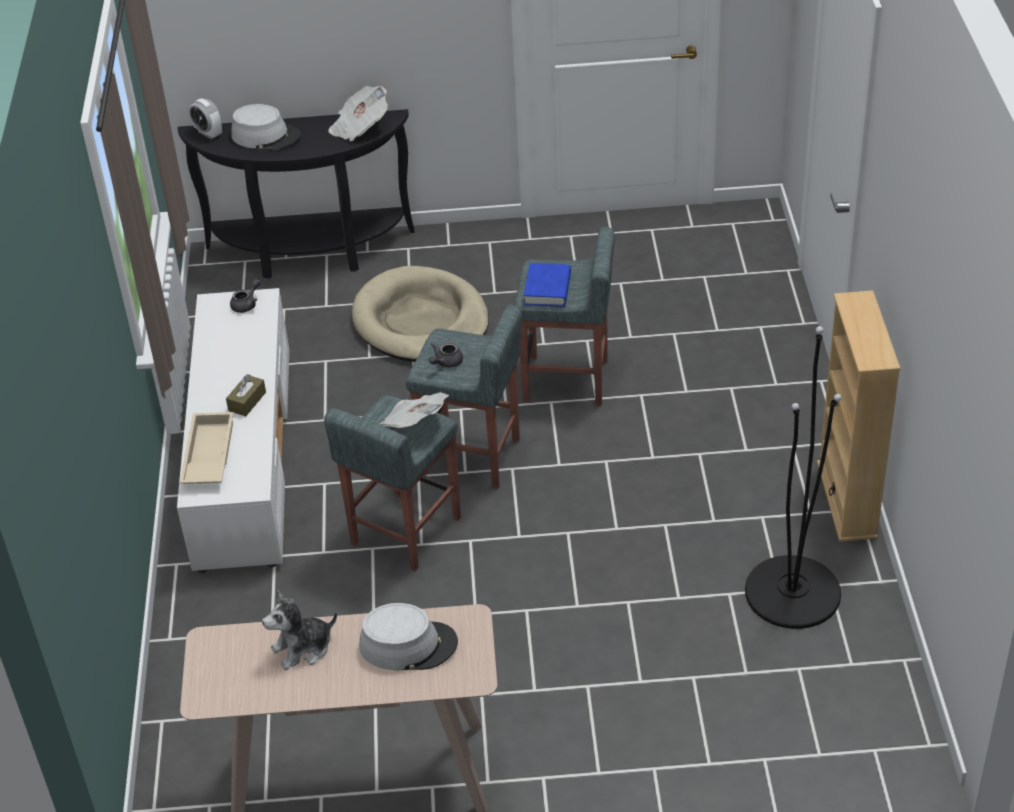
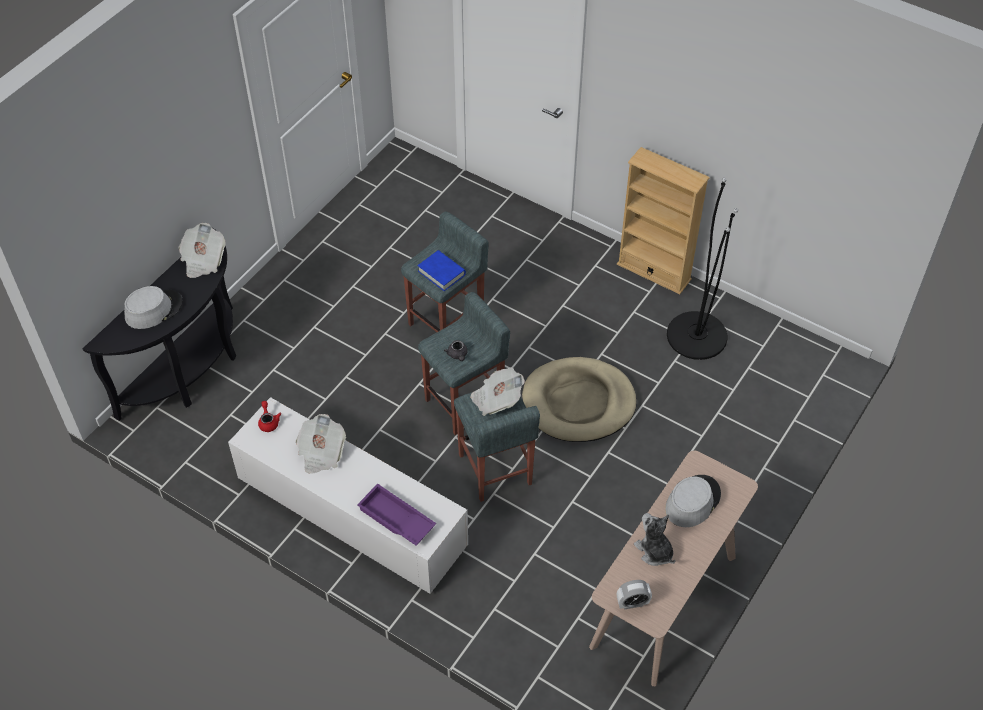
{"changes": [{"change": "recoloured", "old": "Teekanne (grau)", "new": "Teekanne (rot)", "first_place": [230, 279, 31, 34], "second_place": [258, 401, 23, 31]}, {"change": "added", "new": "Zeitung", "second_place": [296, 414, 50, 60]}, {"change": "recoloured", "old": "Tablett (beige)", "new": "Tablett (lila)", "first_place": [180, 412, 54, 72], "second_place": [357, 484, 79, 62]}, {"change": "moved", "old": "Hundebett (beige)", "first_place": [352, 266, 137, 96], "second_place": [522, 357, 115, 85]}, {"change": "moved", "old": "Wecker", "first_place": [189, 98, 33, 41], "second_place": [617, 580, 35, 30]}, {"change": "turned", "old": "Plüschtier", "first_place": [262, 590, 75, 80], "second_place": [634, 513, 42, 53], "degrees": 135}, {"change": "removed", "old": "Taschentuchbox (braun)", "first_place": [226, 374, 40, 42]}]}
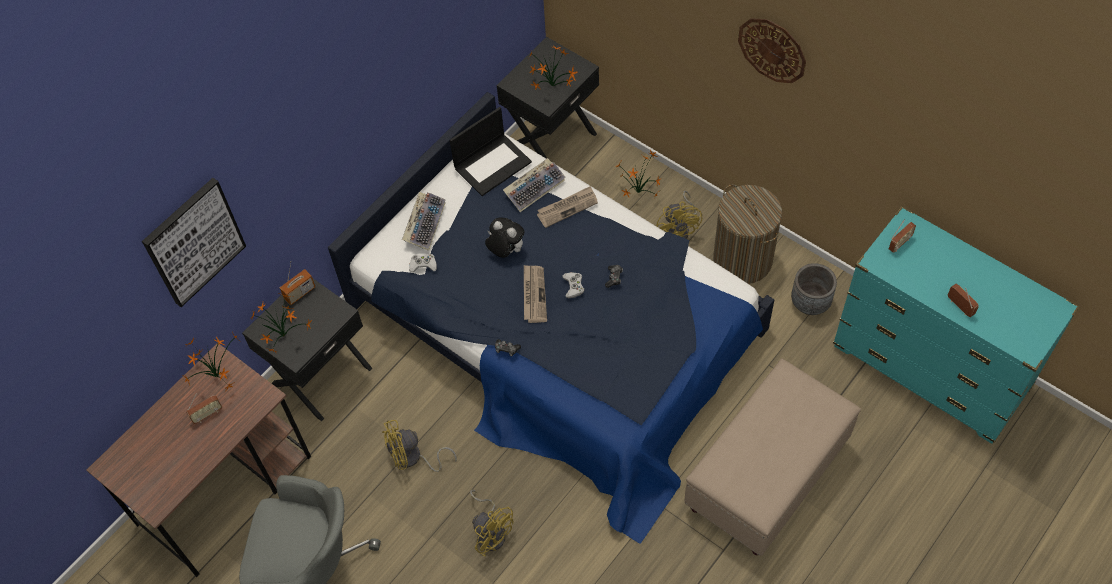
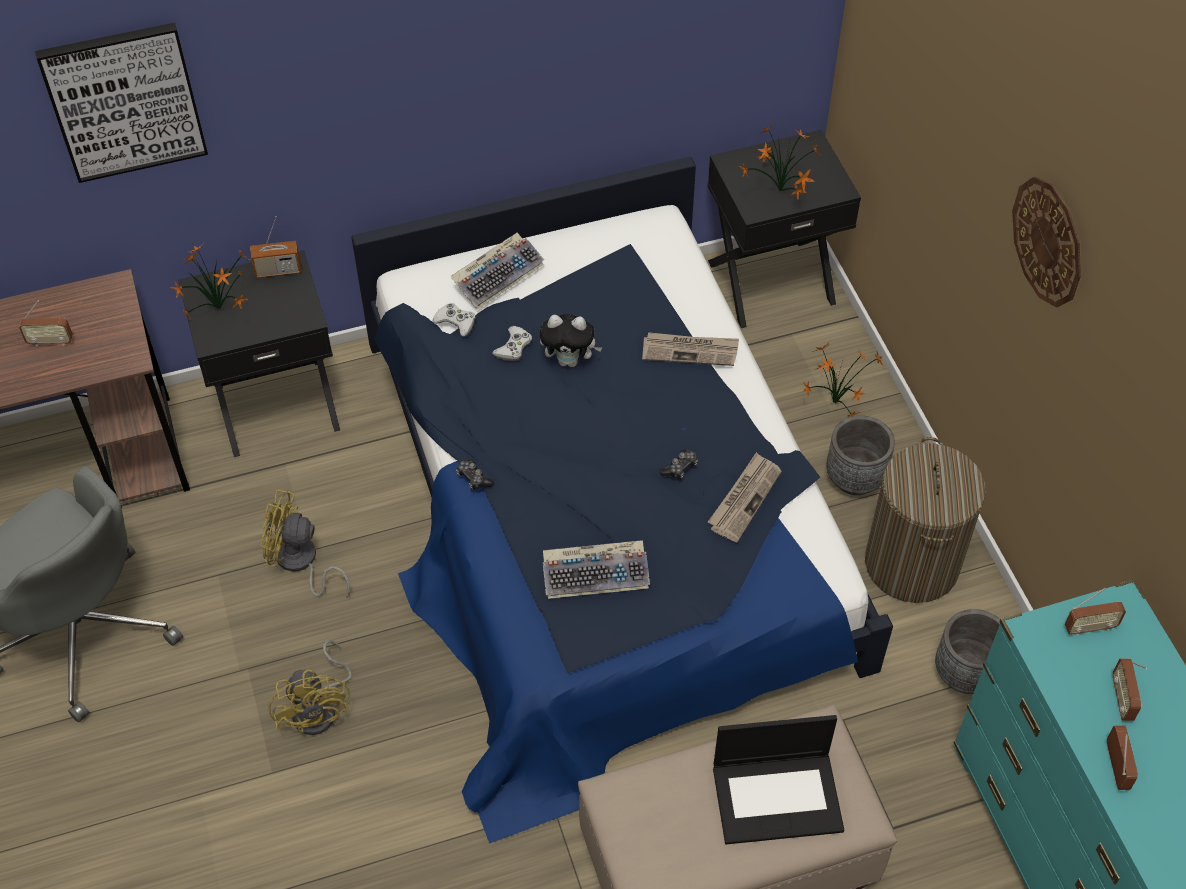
{"changes": [{"change": "moved", "old": "Gamepad (weiß)", "first_place": [562, 272, 22, 26], "second_place": [492, 326, 40, 35]}, {"change": "turned", "old": "Plüschtier", "first_place": [485, 218, 39, 40], "second_place": [540, 314, 62, 53], "degrees": 120}, {"change": "moved", "old": "Tastatur", "first_place": [503, 158, 63, 54], "second_place": [543, 541, 107, 58]}, {"change": "moved", "old": "Zeitung", "first_place": [524, 265, 23, 58], "second_place": [708, 452, 74, 90]}, {"change": "moved", "old": "Laptop", "first_place": [450, 107, 82, 89], "second_place": [713, 715, 131, 129]}, {"change": "replaced", "old": "Ventilator (gelb)", "new": "Pflanzkübel (grau)", "first_place": [656, 191, 46, 48], "second_place": [826, 415, 69, 80]}, {"change": "added", "new": "Radio", "second_place": [1113, 659, 34, 62]}, {"change": "removed", "old": "Topfpflanze", "first_place": [183, 332, 55, 59]}]}
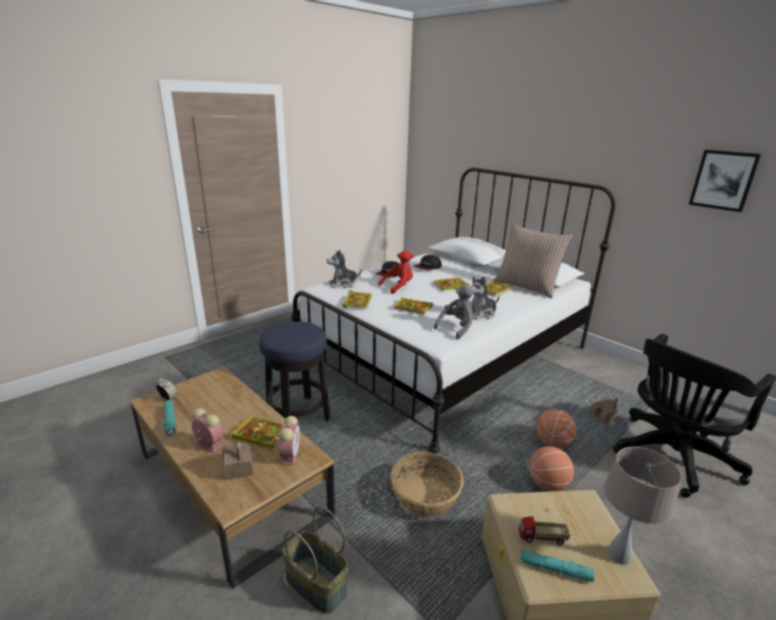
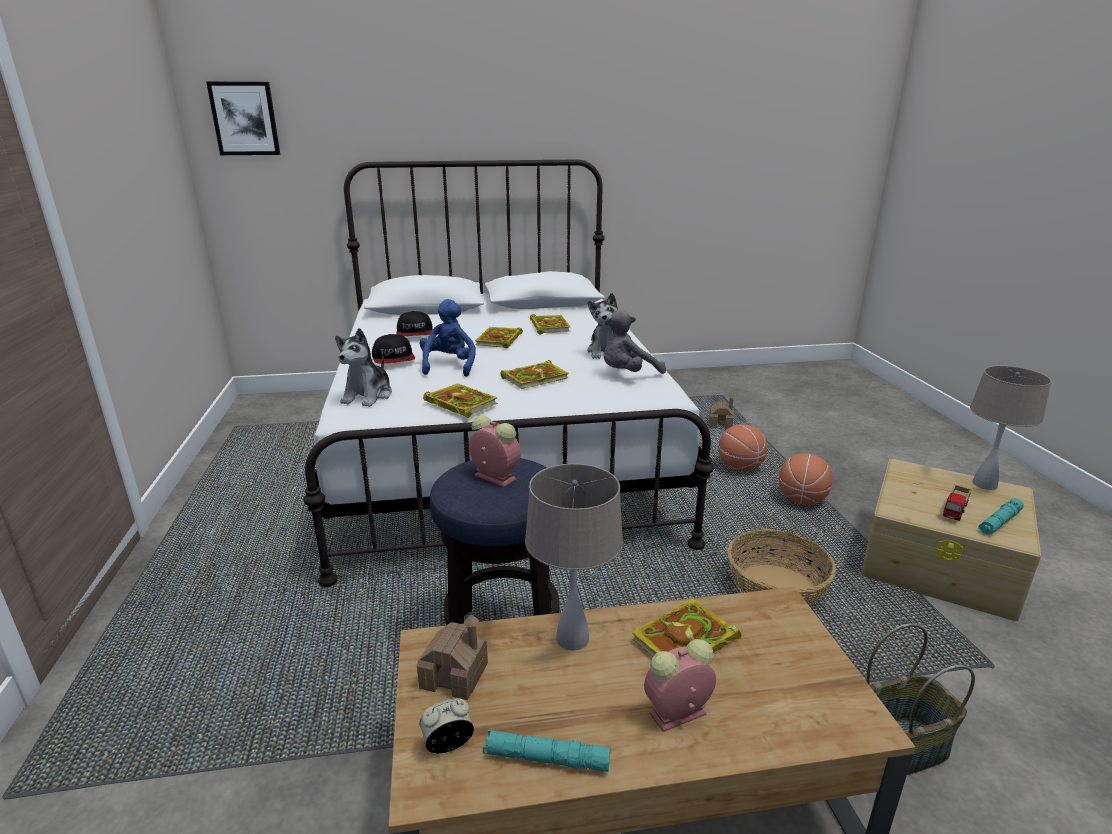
{"changes": [{"change": "moved", "old": "Bild", "first_place": [689, 150, 73, 62], "second_place": [206, 82, 74, 73]}, {"change": "moved", "old": "Spielzeughaus", "first_place": [222, 441, 31, 39], "second_place": [417, 614, 71, 86]}, {"change": "recoloured", "old": "Plüschtier (rot)", "new": "Plüschtier (blau)", "first_place": [378, 250, 36, 44], "second_place": [420, 299, 56, 78]}, {"change": "moved", "old": "Wecker", "first_place": [278, 416, 22, 49], "second_place": [469, 415, 52, 72]}, {"change": "added", "new": "Tischlampe (beige)", "second_place": [525, 464, 98, 187]}, {"change": "turned", "old": "Plüschtier (grau)", "first_place": [434, 284, 39, 55], "second_place": [604, 310, 62, 64], "degrees": -105}, {"change": "removed", "old": "Kissen", "first_place": [494, 223, 79, 75]}, {"change": "removed", "old": "Bürostuhl (schwarz)", "first_place": [613, 334, 163, 164]}]}
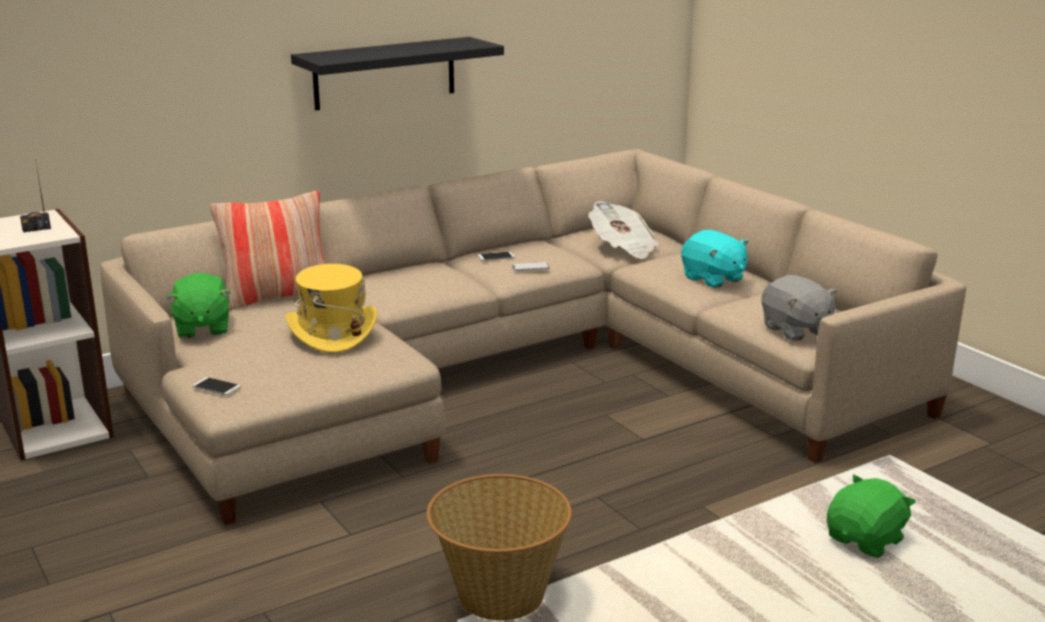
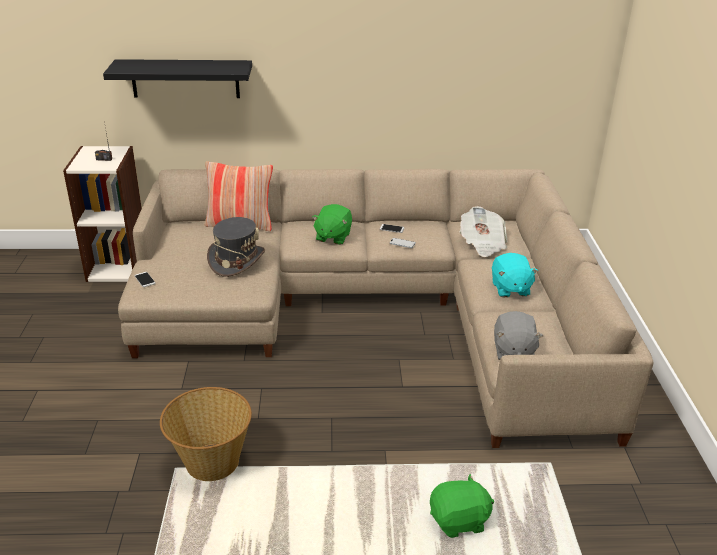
{"changes": [{"change": "moved", "old": "Wandregal (schwarz)", "first_place": [291, 37, 213, 73], "second_place": [103, 59, 149, 39]}, {"change": "recoloured", "old": "Hut (gelb)", "new": "Hut (grau)", "first_place": [285, 264, 92, 89], "second_place": [207, 217, 58, 60]}, {"change": "moved", "old": "Plüschtier (grün)", "first_place": [166, 273, 65, 65], "second_place": [312, 204, 40, 41]}]}
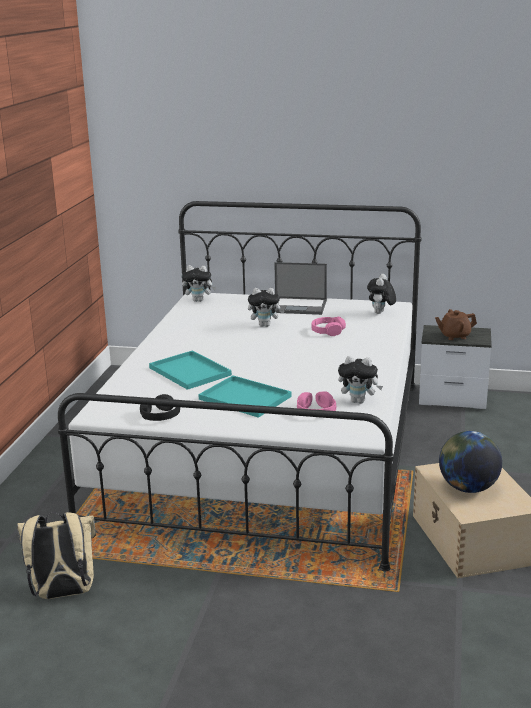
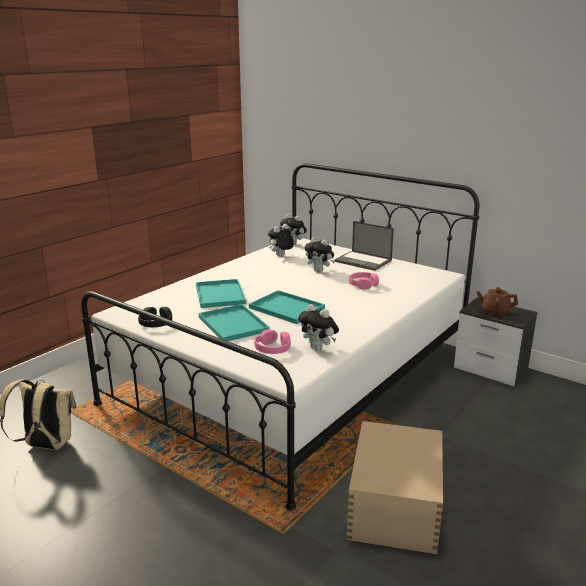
{"changes": [{"change": "added", "new": "Tablett (türkis)", "second_place": [249, 290, 76, 34]}, {"change": "moved", "old": "Plüschtier", "first_place": [367, 274, 29, 40], "second_place": [268, 224, 26, 32]}, {"change": "removed", "old": "Globus", "first_place": [439, 431, 63, 62]}]}
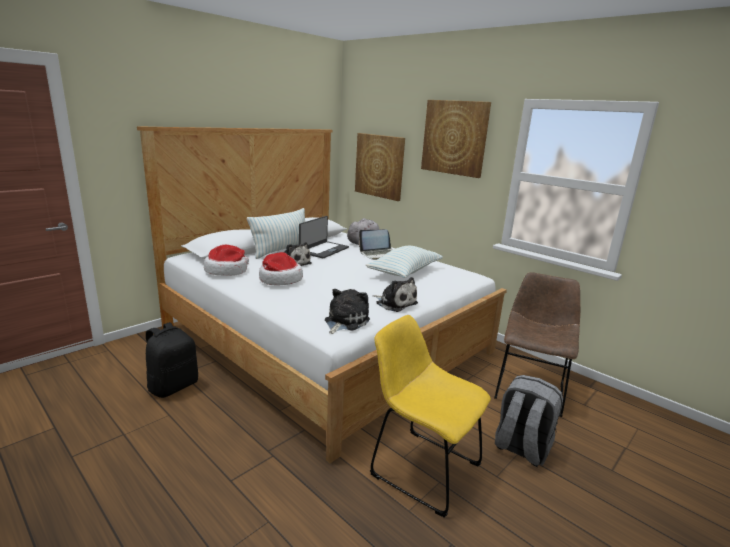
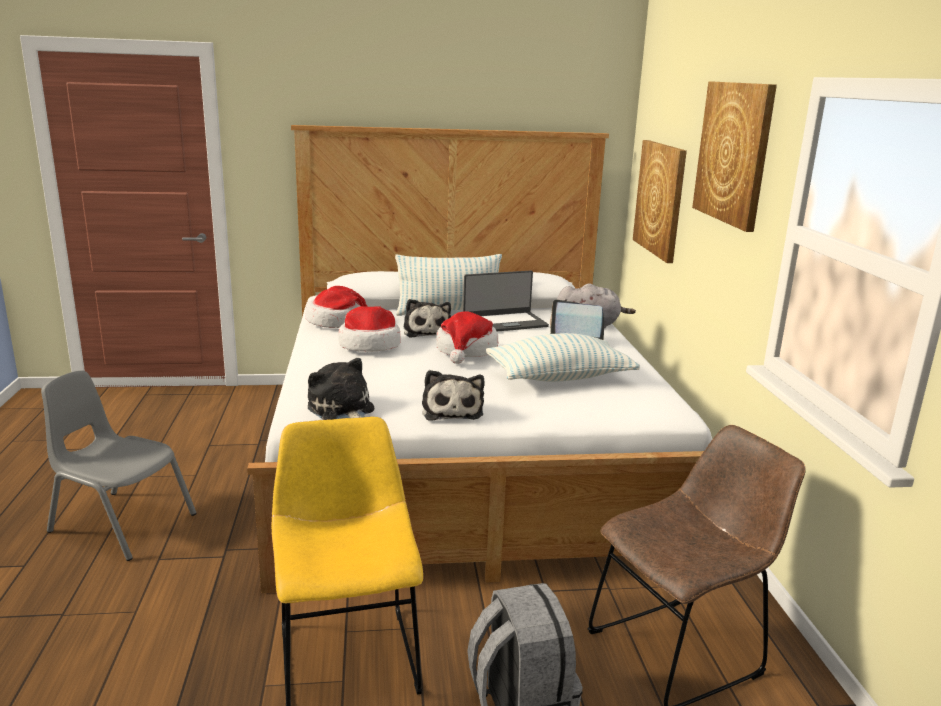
{"changes": [{"change": "added", "new": "Stuhl (grau)", "second_place": [41, 371, 156, 190]}, {"change": "turned", "old": "Plüschtier", "first_place": [325, 289, 45, 45], "second_place": [308, 358, 66, 62], "degrees": -105}, {"change": "added", "new": "Hut", "second_place": [436, 311, 63, 53]}, {"change": "removed", "old": "Rucksack (schwarz)", "first_place": [146, 322, 52, 76]}]}
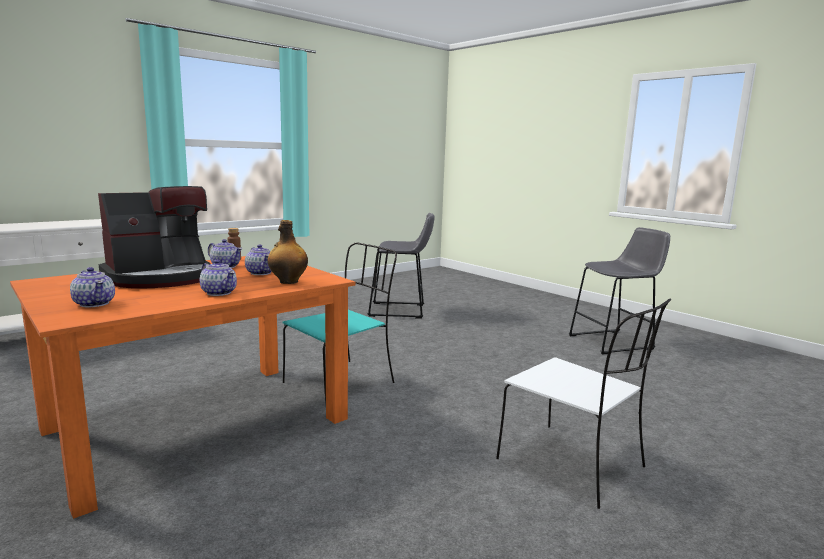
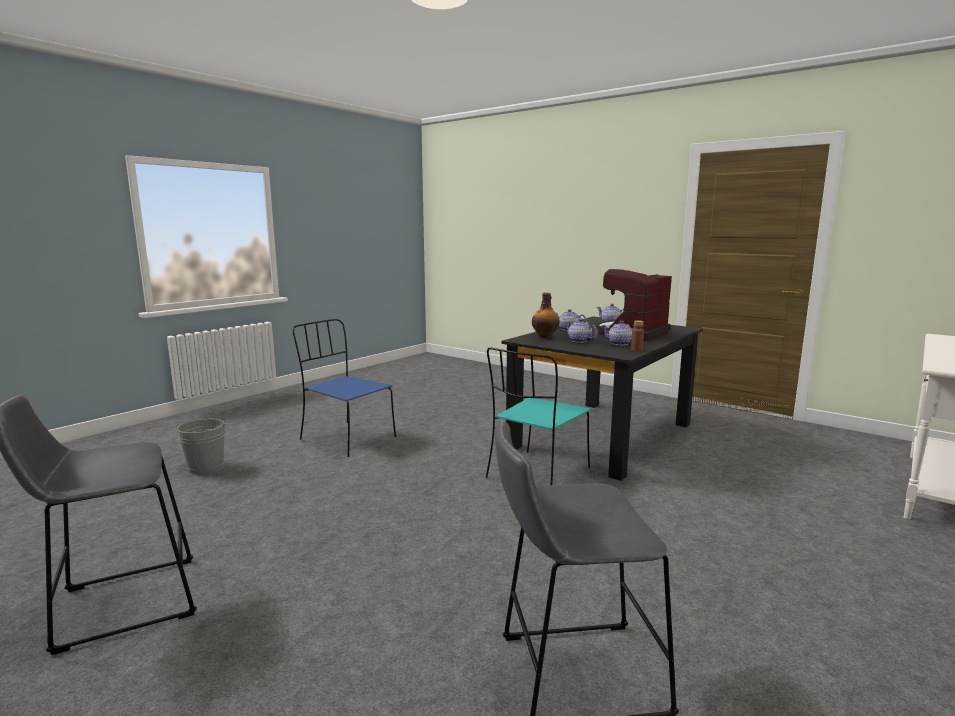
{"changes": [{"change": "added", "new": "Eimer (grau)", "second_place": [174, 419, 52, 55]}, {"change": "recoloured", "old": "Stuhl (weiß)", "new": "Stuhl (blau)", "first_place": [496, 299, 175, 210], "second_place": [293, 319, 103, 138]}, {"change": "recoloured", "old": "Esstisch (orange)", "new": "Esstisch (schwarz)", "first_place": [10, 256, 346, 263], "second_place": [501, 317, 202, 164]}]}
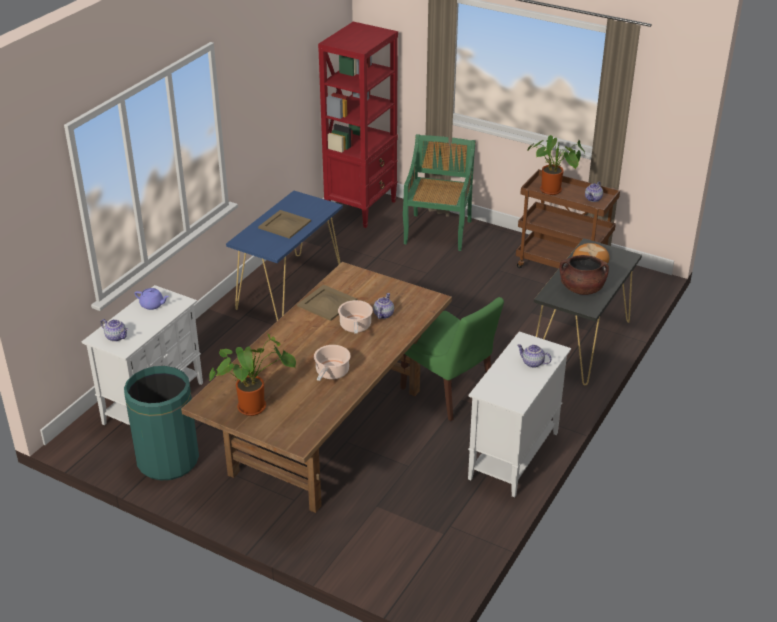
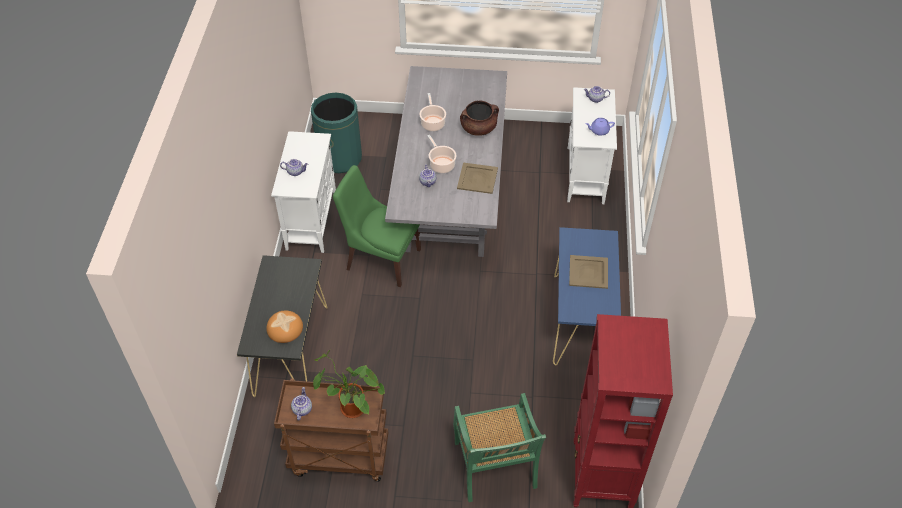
{"changes": [{"change": "moved", "old": "Mülleimer (grün)", "first_place": [124, 366, 75, 114], "second_place": [311, 93, 51, 80]}, {"change": "recoloured", "old": "Esstisch (braun)", "new": "Esstisch (grau)", "first_place": [181, 262, 271, 251], "second_place": [385, 66, 122, 191]}, {"change": "moved", "old": "Kochtopf (braun)", "first_place": [559, 255, 50, 40], "second_place": [460, 100, 39, 36]}, {"change": "removed", "old": "Topfpflanze", "first_place": [209, 333, 87, 83]}]}
